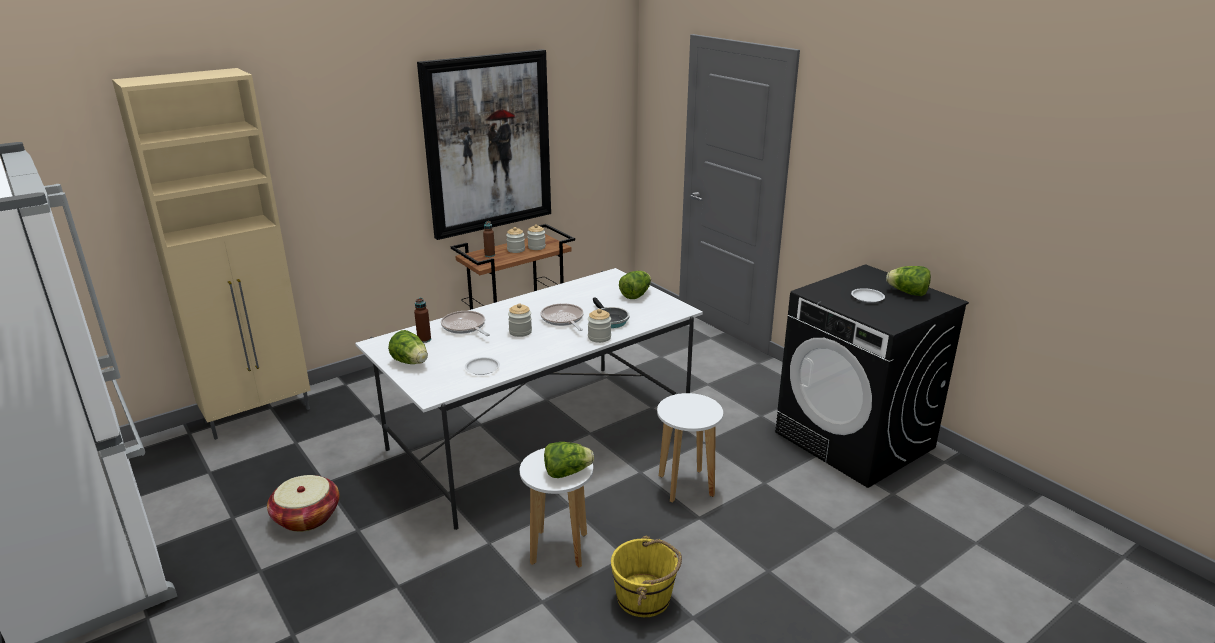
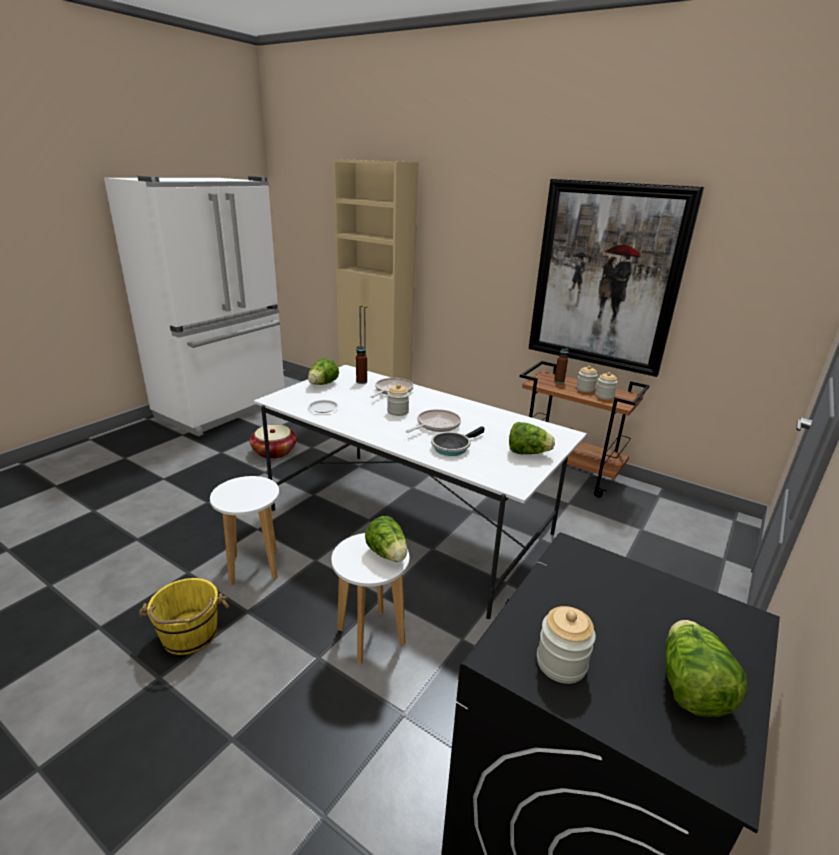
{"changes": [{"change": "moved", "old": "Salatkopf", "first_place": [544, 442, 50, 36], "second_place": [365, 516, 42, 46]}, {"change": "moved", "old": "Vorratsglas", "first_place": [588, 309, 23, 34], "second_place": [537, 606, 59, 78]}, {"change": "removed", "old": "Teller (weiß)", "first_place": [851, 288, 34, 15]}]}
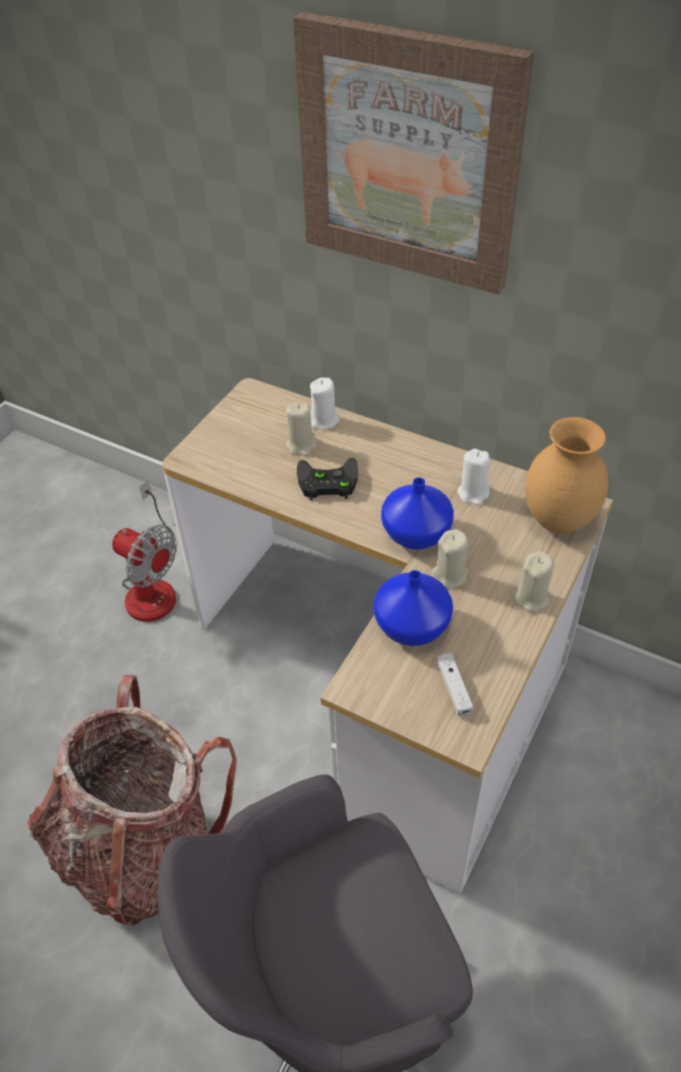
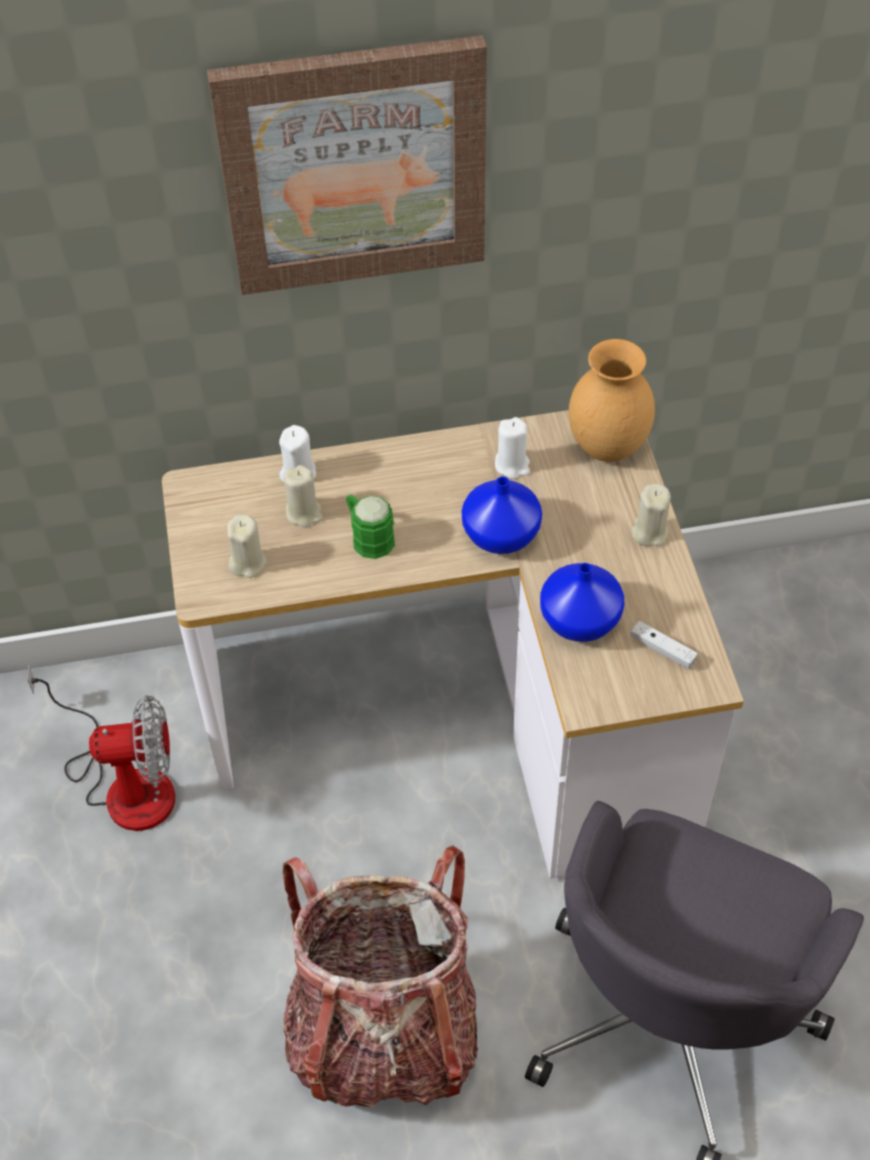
{"changes": [{"change": "moved", "old": "Kerze (beige)", "first_place": [431, 529, 37, 59], "second_place": [227, 515, 40, 63]}, {"change": "replaced", "old": "Gamepad (schwarz)", "new": "Henkelbecher (grün)", "first_place": [297, 457, 61, 43], "second_place": [346, 495, 49, 64]}]}
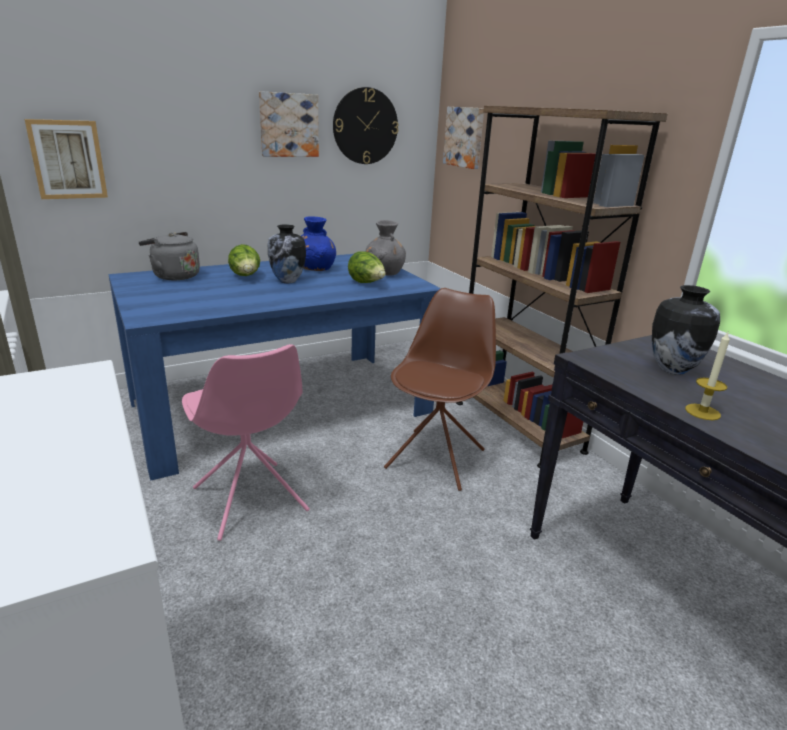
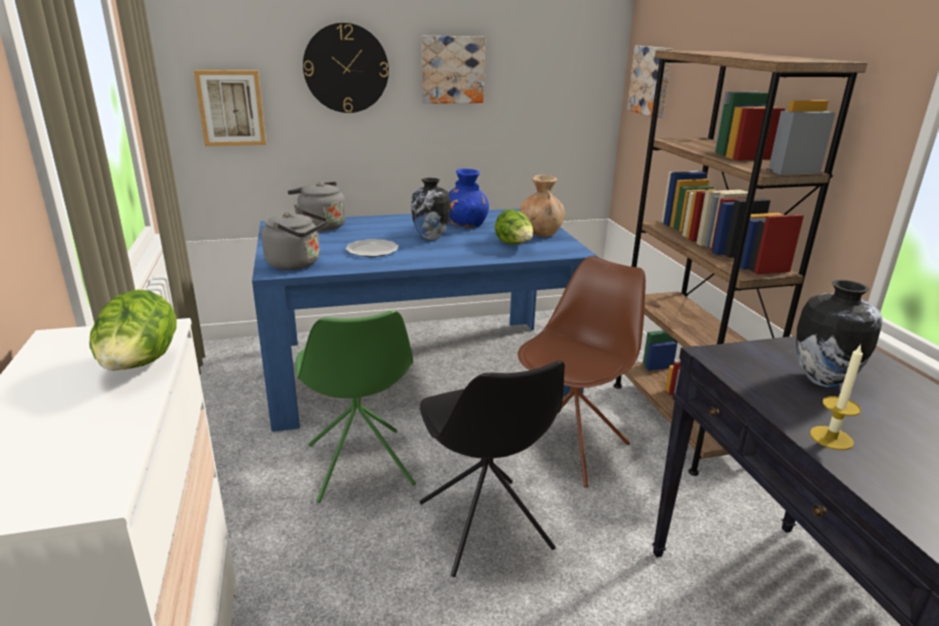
{"changes": [{"change": "moved", "old": "Salatkopf", "first_place": [228, 244, 32, 32], "second_place": [90, 289, 87, 82]}, {"change": "added", "new": "Wasserkessel (grau)", "second_place": [261, 210, 67, 60]}, {"change": "recoloured", "old": "Stuhl (rosa)", "new": "Stuhl (grün)", "first_place": [182, 344, 128, 197], "second_place": [296, 310, 120, 193]}, {"change": "moved", "old": "Wanduhr", "first_place": [333, 87, 65, 77], "second_place": [303, 23, 86, 90]}, {"change": "added", "new": "Teller", "second_place": [346, 239, 53, 18]}, {"change": "added", "new": "Stuhl (schwarz)", "second_place": [420, 361, 145, 216]}, {"change": "recoloured", "old": "Vase (grau)", "new": "Vase (braun)", "first_place": [366, 220, 40, 56], "second_place": [520, 175, 45, 62]}]}
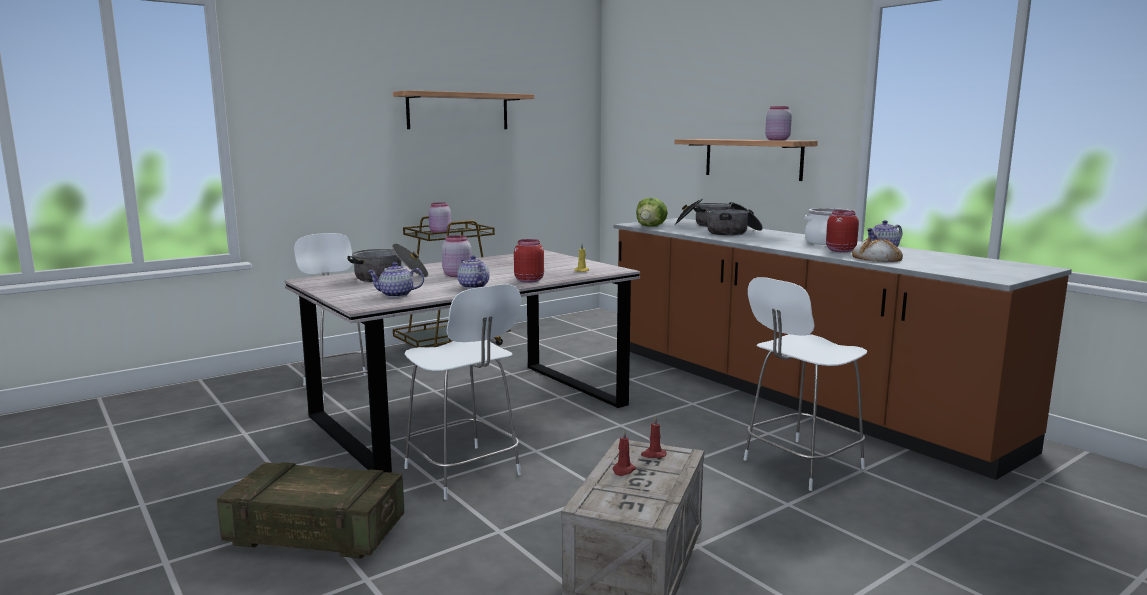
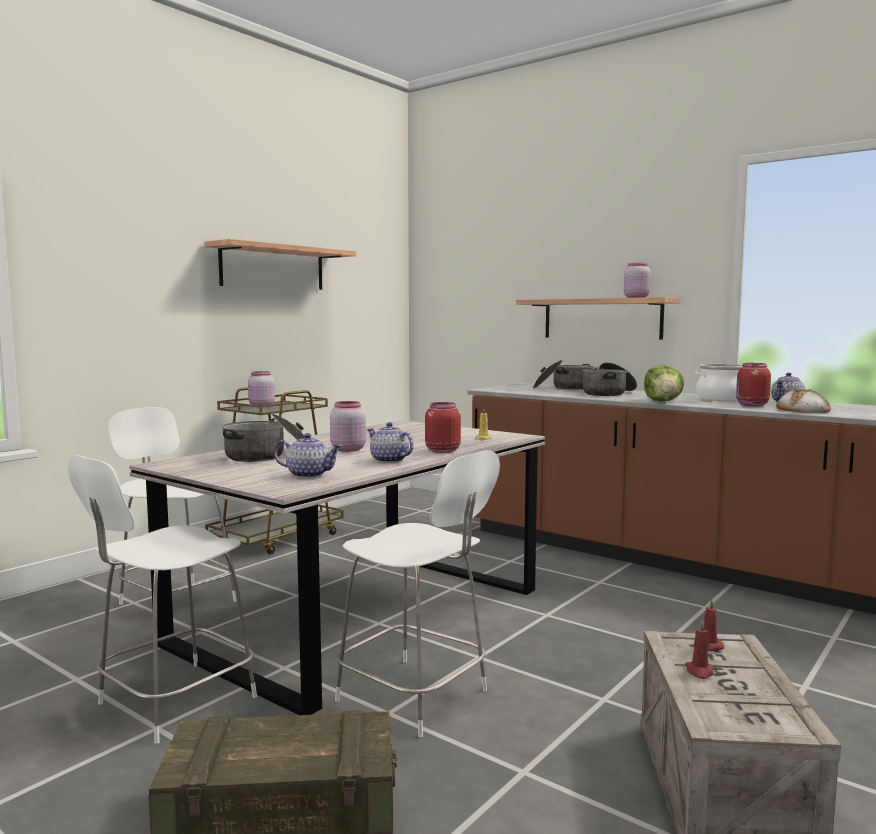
{"changes": [{"change": "moved", "old": "Hocker (weiß)", "first_place": [743, 277, 124, 214], "second_place": [68, 455, 189, 289]}, {"change": "turned", "old": "Teekanne", "first_place": [367, 262, 57, 35], "second_place": [274, 433, 68, 45], "degrees": -150}, {"change": "moved", "old": "Salatkopf", "first_place": [636, 198, 32, 29], "second_place": [644, 365, 40, 37]}]}
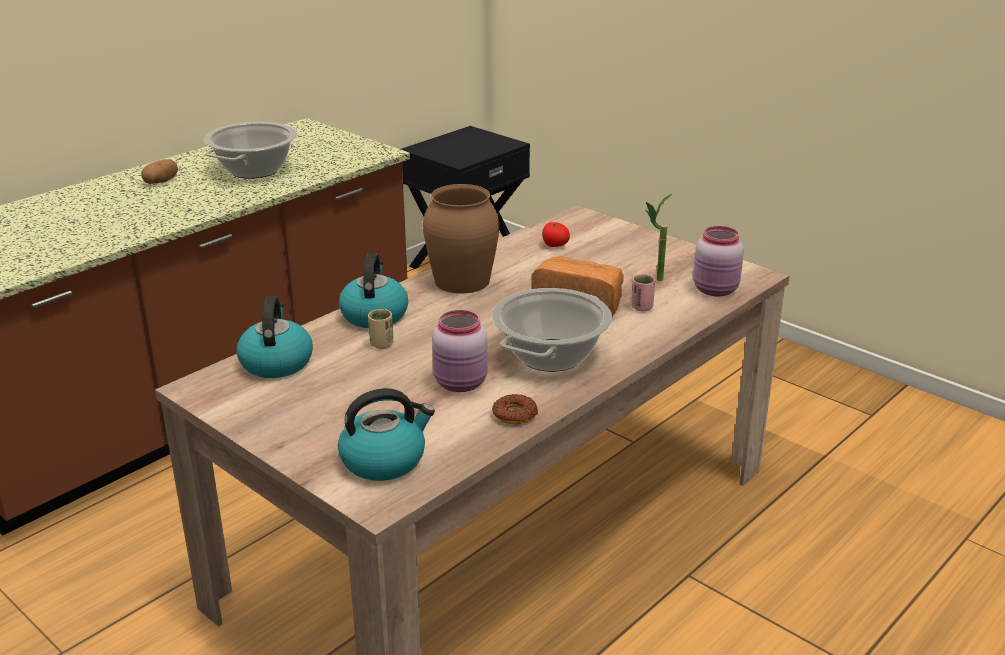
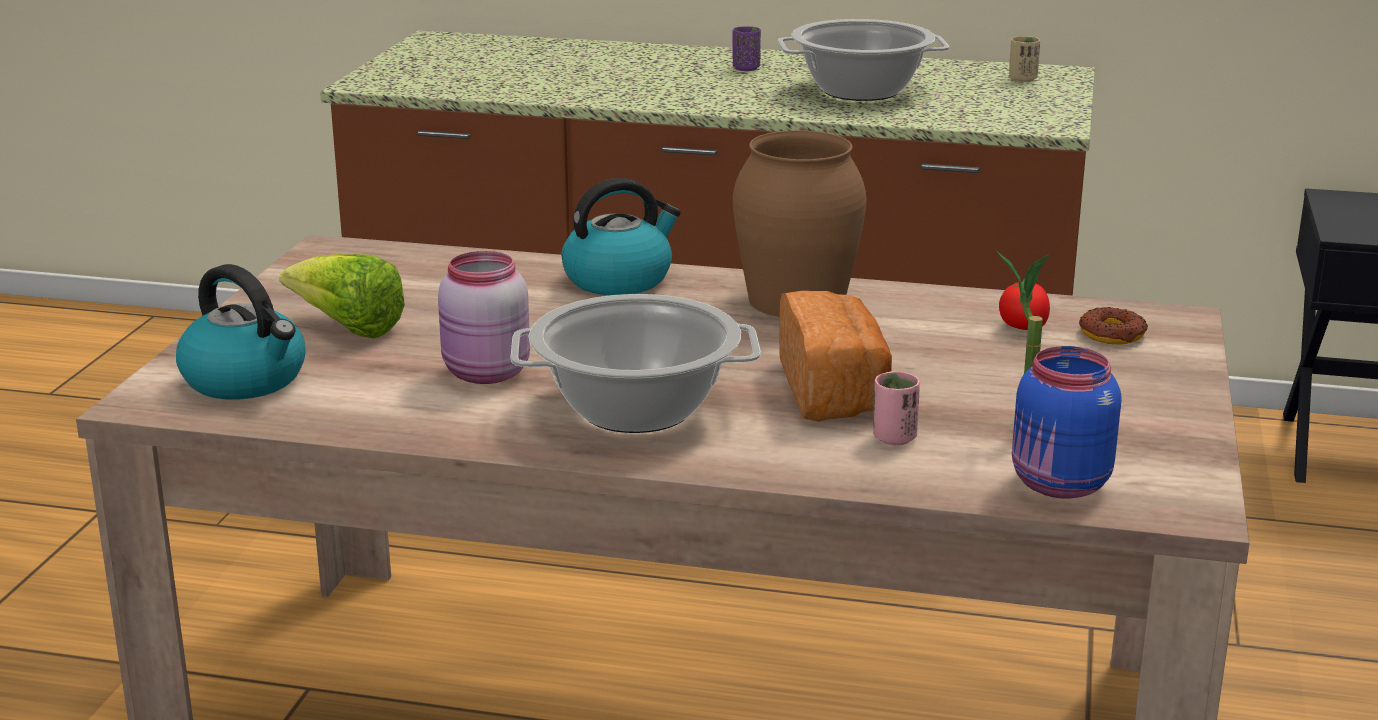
{"changes": [{"change": "added", "new": "Salatkopf", "second_place": [279, 254, 126, 84]}, {"change": "replaced", "old": "Kartoffel", "new": "Tasse (lila)", "first_place": [142, 159, 36, 25], "second_place": [733, 26, 28, 45]}, {"change": "moved", "old": "Tasse (beige)", "first_place": [368, 309, 26, 40], "second_place": [1009, 36, 31, 46]}, {"change": "recoloured", "old": "Vorratsglas (rosa)", "new": "Vorratsglas (blau)", "first_place": [693, 226, 51, 71], "second_place": [1012, 346, 110, 153]}, {"change": "moved", "old": "Donut", "first_place": [492, 394, 46, 30], "second_place": [1079, 307, 69, 38]}, {"change": "removed", "old": "Wasserkessel", "first_place": [237, 296, 76, 82]}]}
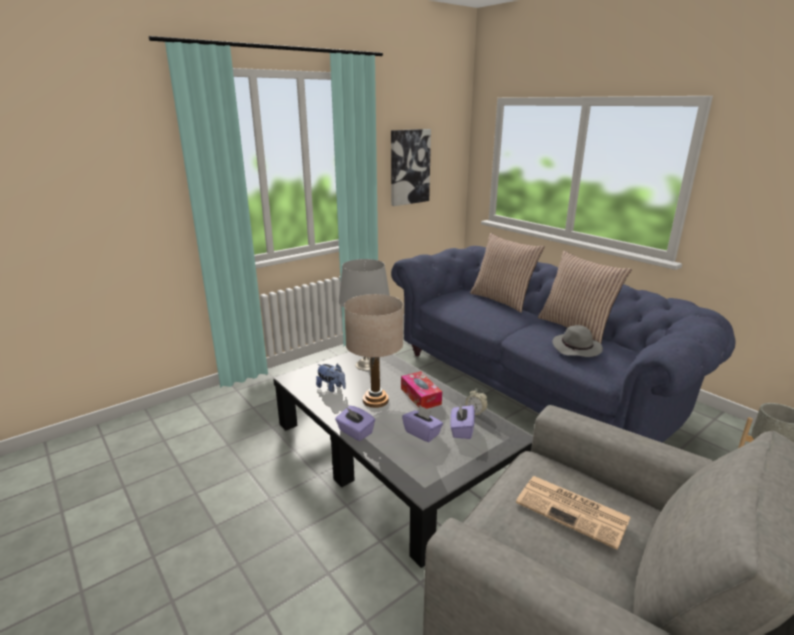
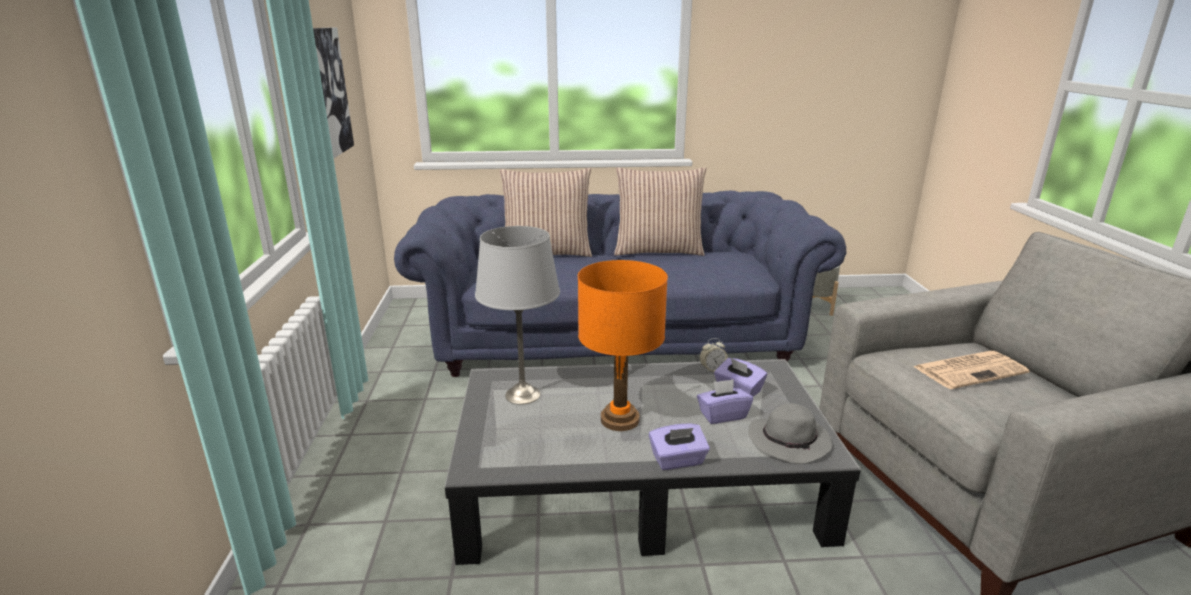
{"changes": [{"change": "recoloured", "old": "Tischlampe (beige)", "new": "Tischlampe (orange)", "first_place": [344, 294, 59, 114], "second_place": [578, 260, 90, 171]}, {"change": "moved", "old": "Hut (grau)", "first_place": [552, 325, 51, 32], "second_place": [748, 403, 85, 61]}, {"change": "removed", "old": "Plüschtier", "first_place": [316, 363, 30, 29]}, {"change": "removed", "old": "Taschentuchbox", "first_place": [401, 371, 41, 38]}]}
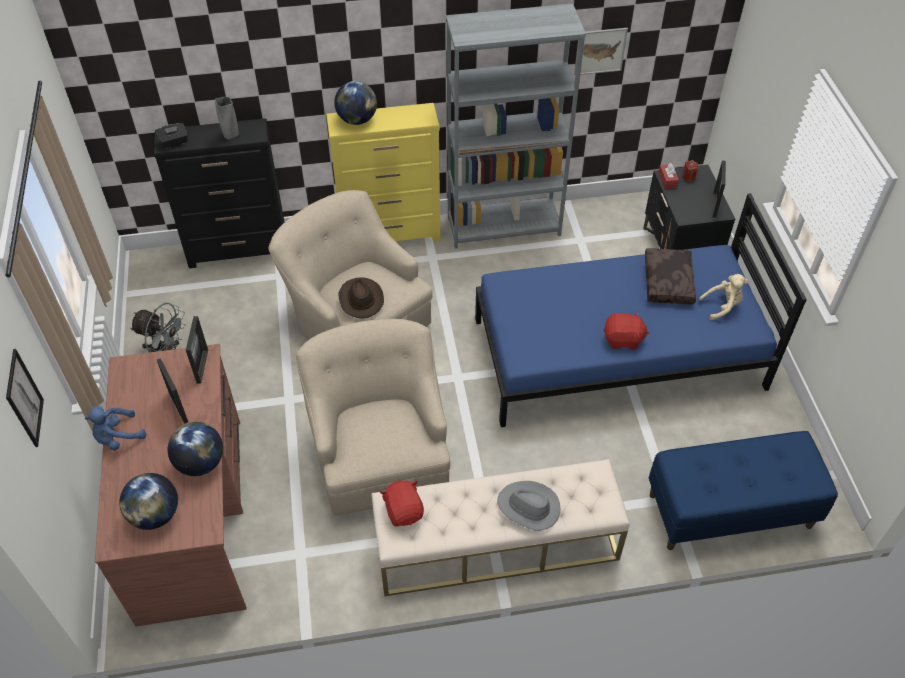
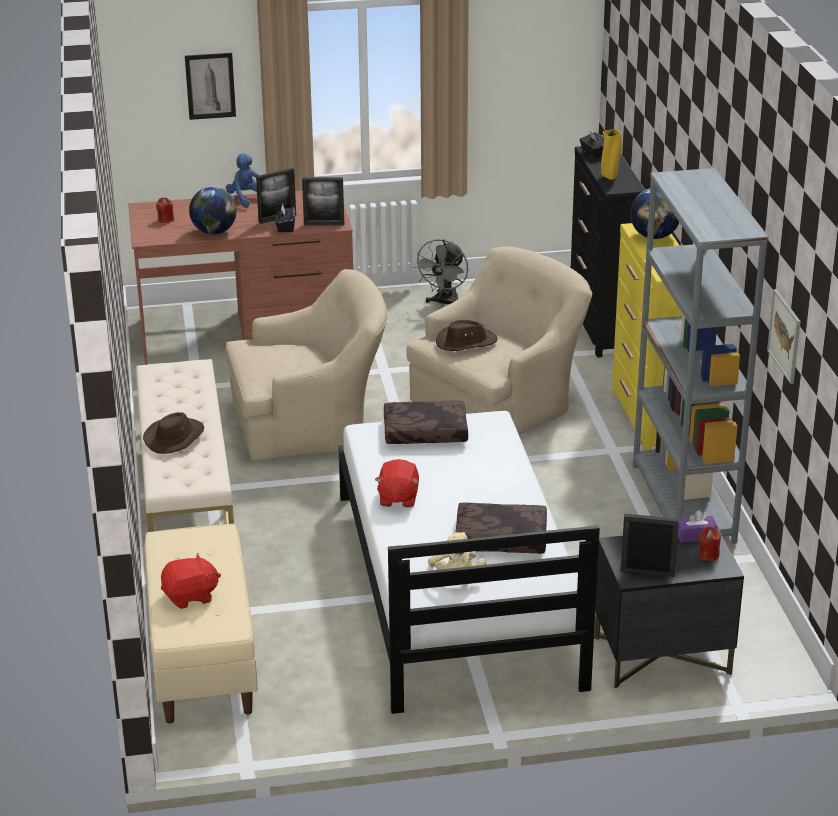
{"changes": [{"change": "recoloured", "old": "Hut (grau)", "new": "Hut (braun)", "first_place": [498, 481, 63, 50], "second_place": [143, 412, 61, 42]}, {"change": "recoloured", "old": "Bank (blau)", "new": "Bank (beige)", "first_place": [649, 431, 189, 119], "second_place": [144, 524, 114, 200]}, {"change": "replaced", "old": "Globus", "new": "Kerze (rot)", "first_place": [120, 473, 58, 57], "second_place": [156, 197, 18, 26]}, {"change": "moved", "old": "Plüschtier (rot)", "first_place": [380, 481, 44, 45], "second_place": [161, 553, 60, 56]}, {"change": "added", "new": "Taschentuchbox (schwarz)", "second_place": [275, 203, 20, 29]}, {"change": "recoloured", "old": "Bett (blau)", "new": "Bett (weiß)", "first_place": [475, 193, 332, 234], "second_place": [338, 411, 262, 303]}, {"change": "added", "new": "Kissen (braun)", "second_place": [384, 401, 84, 43]}, {"change": "recoloured", "old": "Vase (grau)", "new": "Vase (gelb)", "first_place": [215, 97, 24, 43], "second_place": [601, 129, 21, 51]}, {"change": "recoloured", "old": "Taschentuchbox (rot)", "new": "Taschentuchbox (lila)", "first_place": [658, 163, 21, 26], "second_place": [678, 510, 40, 33]}]}
